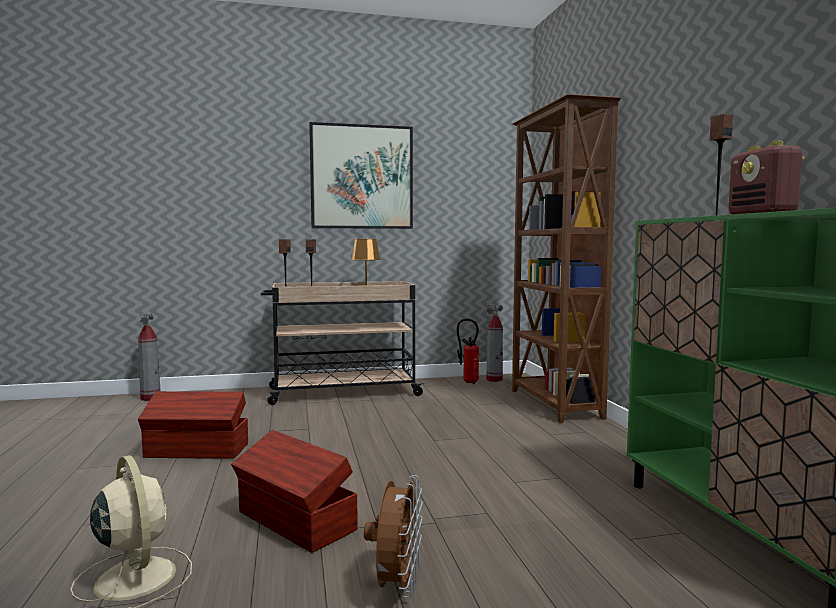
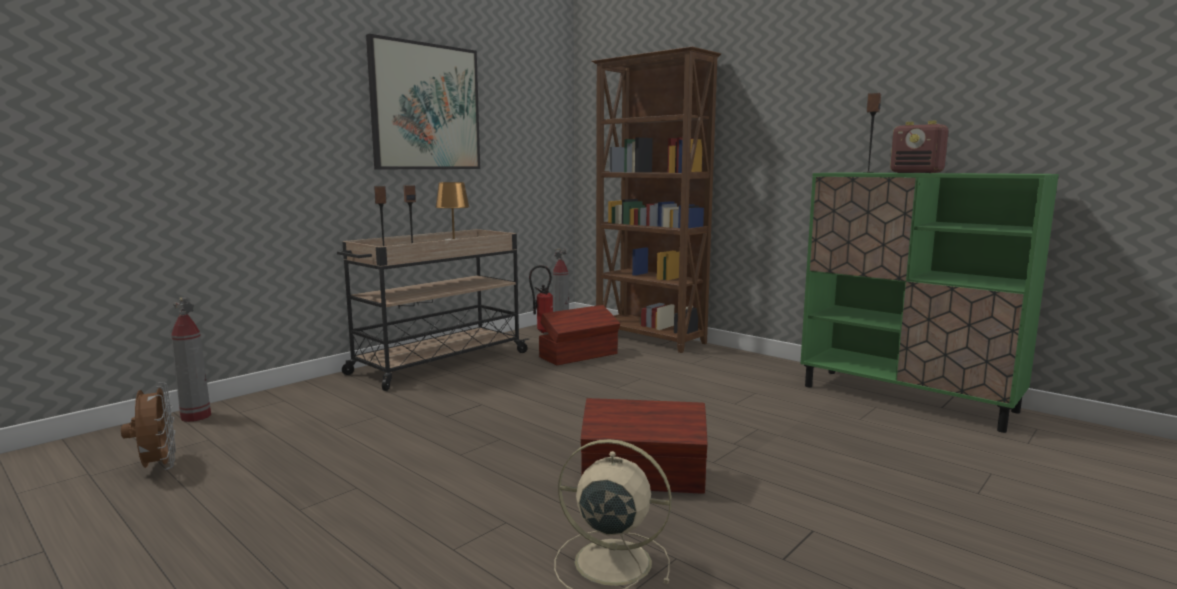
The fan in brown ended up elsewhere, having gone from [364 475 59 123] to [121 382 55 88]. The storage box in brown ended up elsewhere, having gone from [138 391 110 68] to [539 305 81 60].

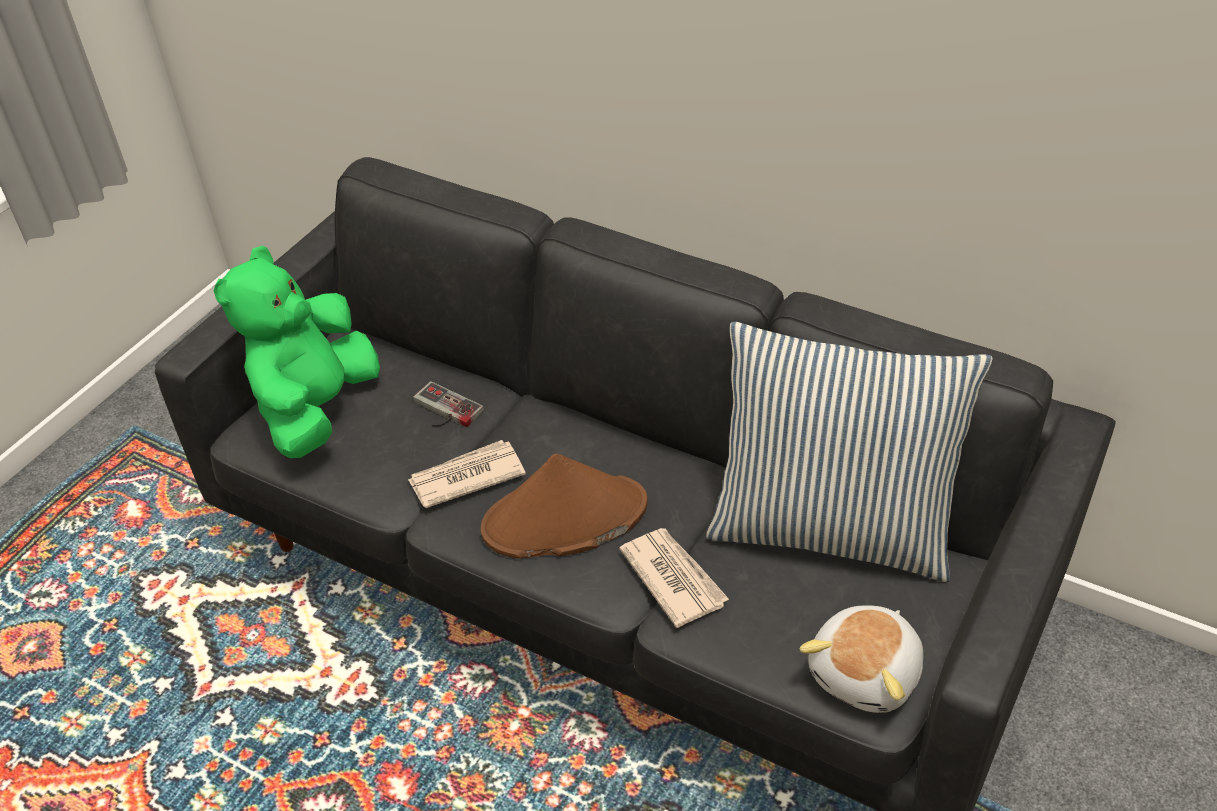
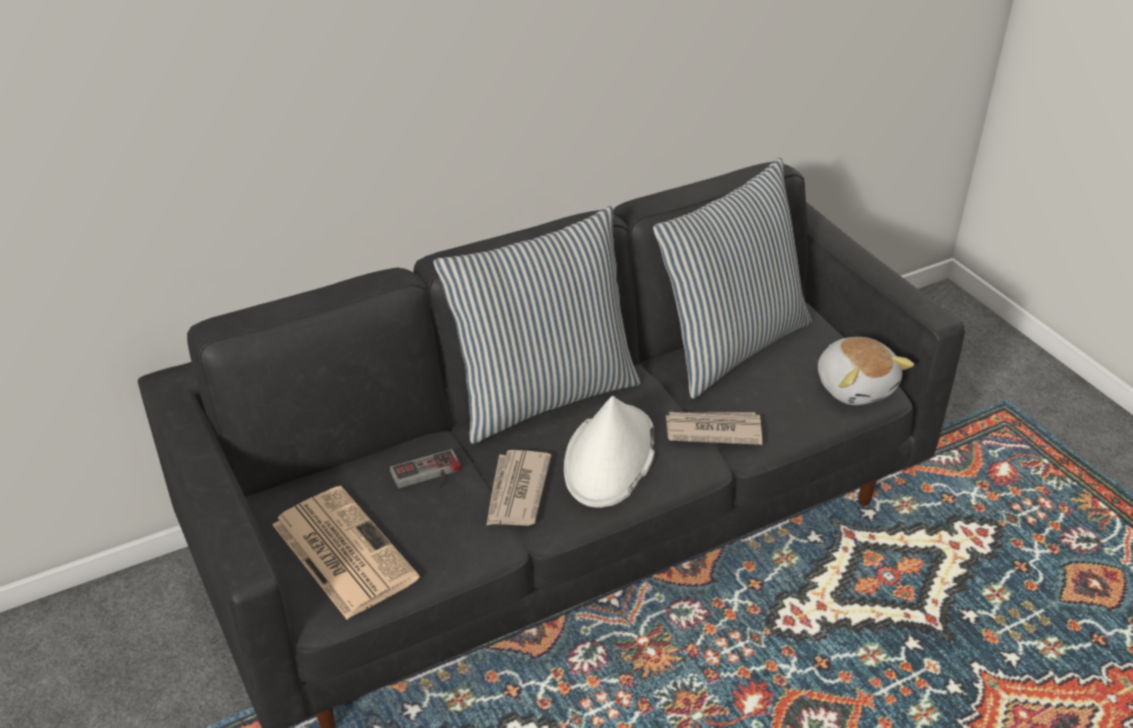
Where the plush toy in green stood at [214 246 166 212], the newspaper came to stand at [273 486 147 133]. The second view gained the pillow at [433 206 208 238]. What was the hat in brown at [481 453 167 106] turned into the hat in white at [564 396 91 111].

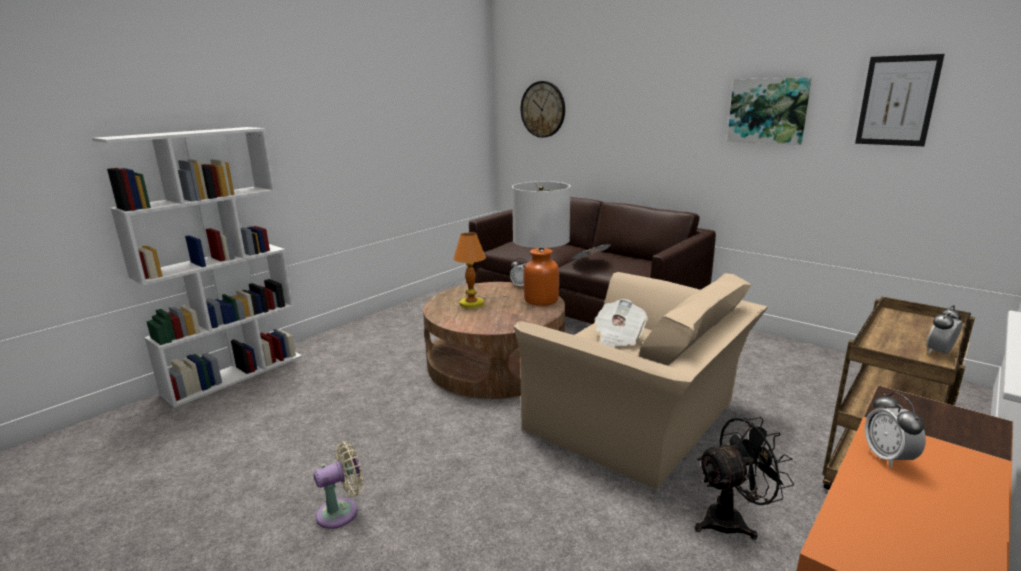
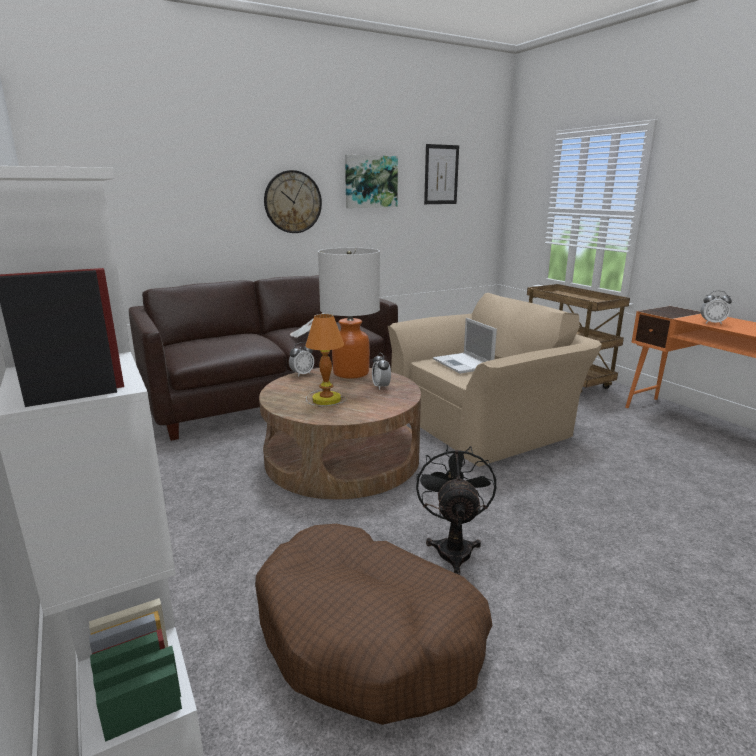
The second view gained the dog bed in brown at [255 524 237 201]. The wall clock ended up elsewhere, having gone from [521 81 44 57] to [264 170 58 63]. The alarm clock ended up elsewhere, having gone from [926 305 37 50] to [372 353 19 37]. The fan in black ended up elsewhere, having gone from [695 417 99 123] to [416 445 80 130]. Where the newspaper stood at [594 299 54 48], the laptop came to stand at [433 318 64 56]. The second view lost the fan in beige at [313 441 51 88].

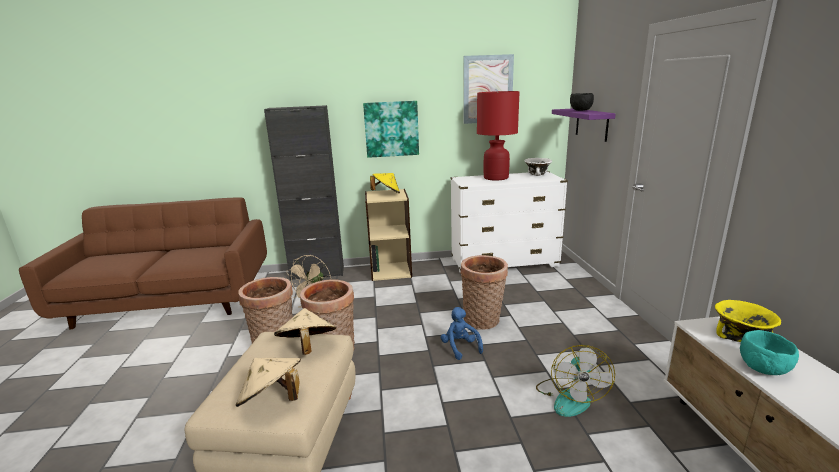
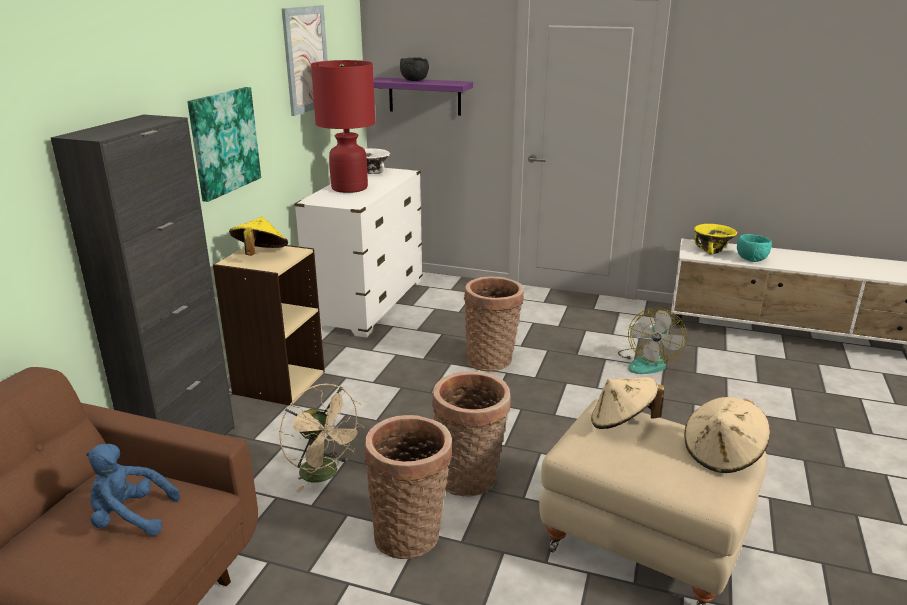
The plush toy in blue ended up elsewhere, having gone from [440 307 43 53] to [86 444 94 92]. The fan at [536 345 79 72] ended up facing another way, 75 degrees clockwise from before.

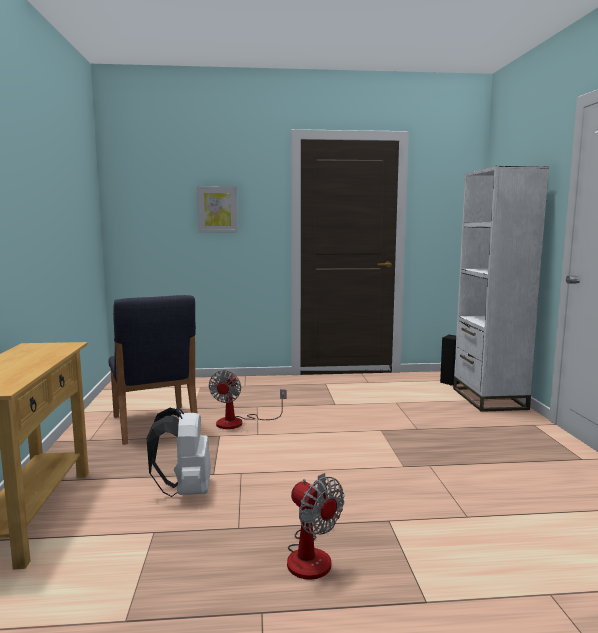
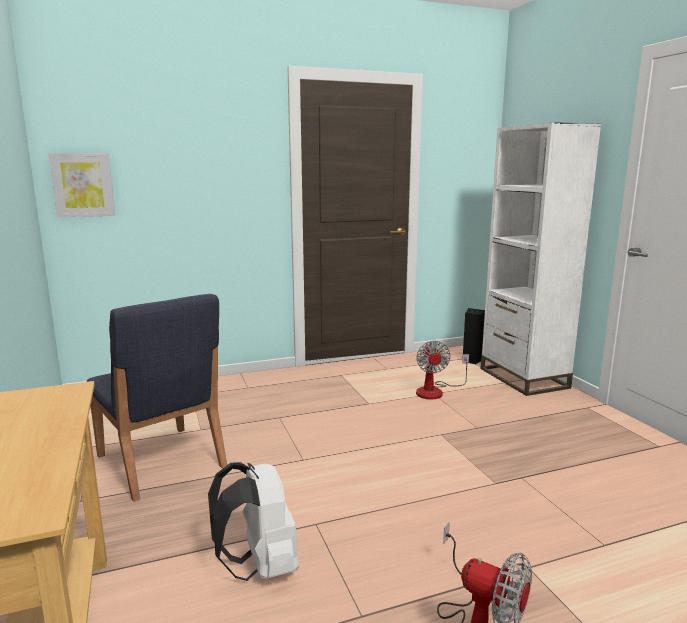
The picture ended up elsewhere, having gone from [197 186 41 46] to [49 153 66 64]. The fan ended up elsewhere, having gone from [209 370 77 59] to [416 341 53 58].

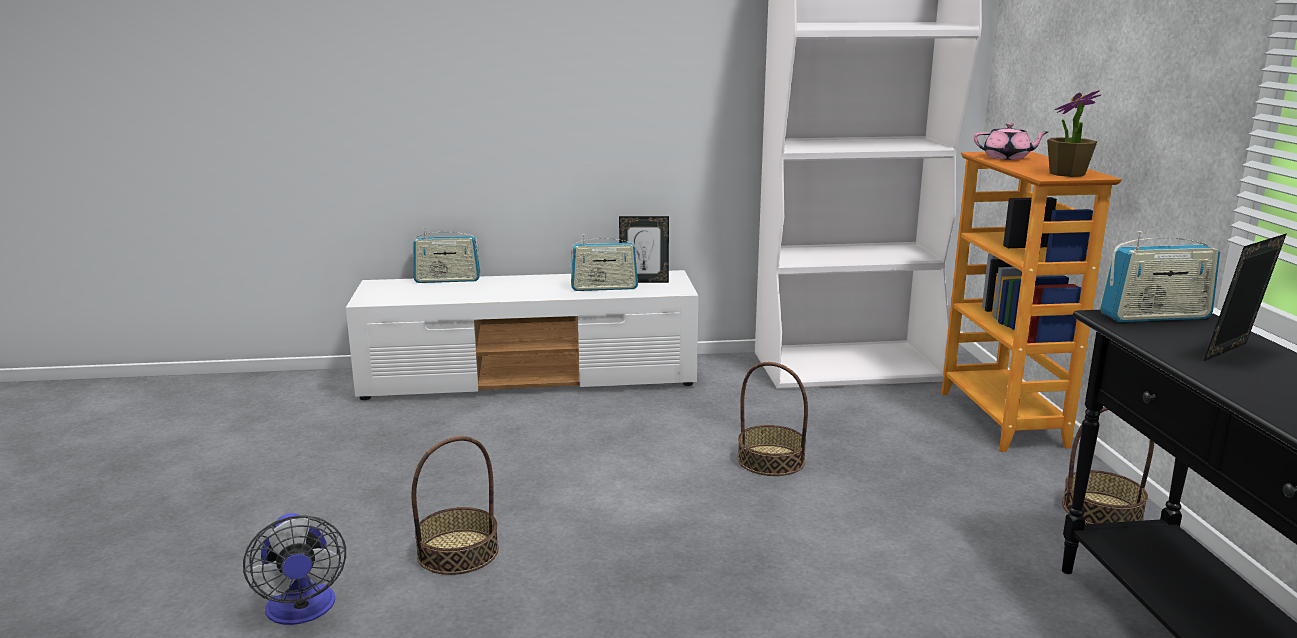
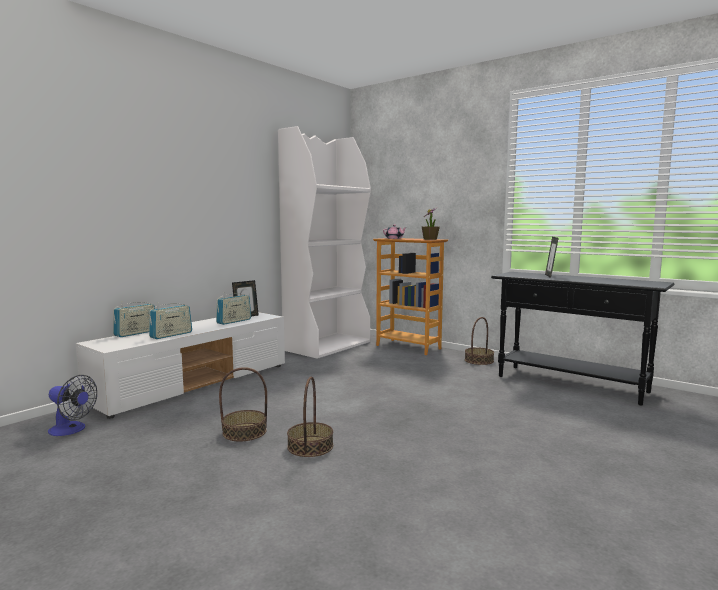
The fan ended up elsewhere, having gone from [243 513 103 112] to [48 375 49 61]. The radio ended up elsewhere, having gone from [1100 231 120 91] to [149 302 43 37]. The basket ended up elsewhere, having gone from [738 362 70 114] to [219 367 48 74].

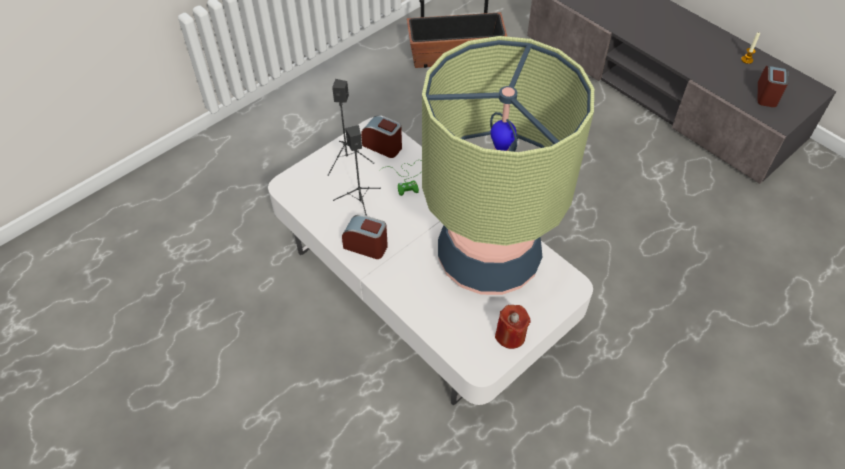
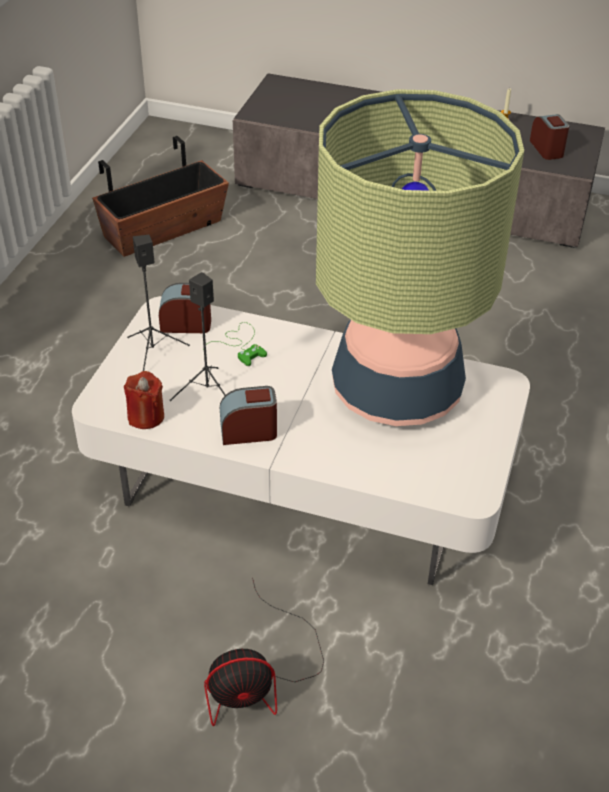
The candle in red ended up elsewhere, having gone from [495 305 35 44] to [124 371 40 58]. The second view gained the fan at [204 578 120 148].

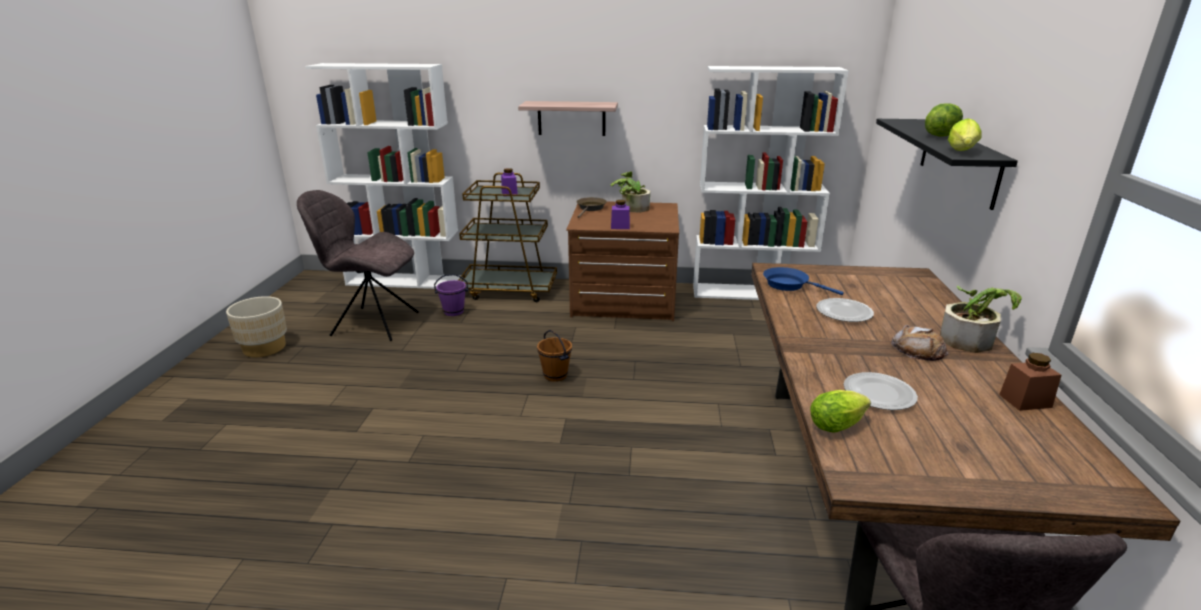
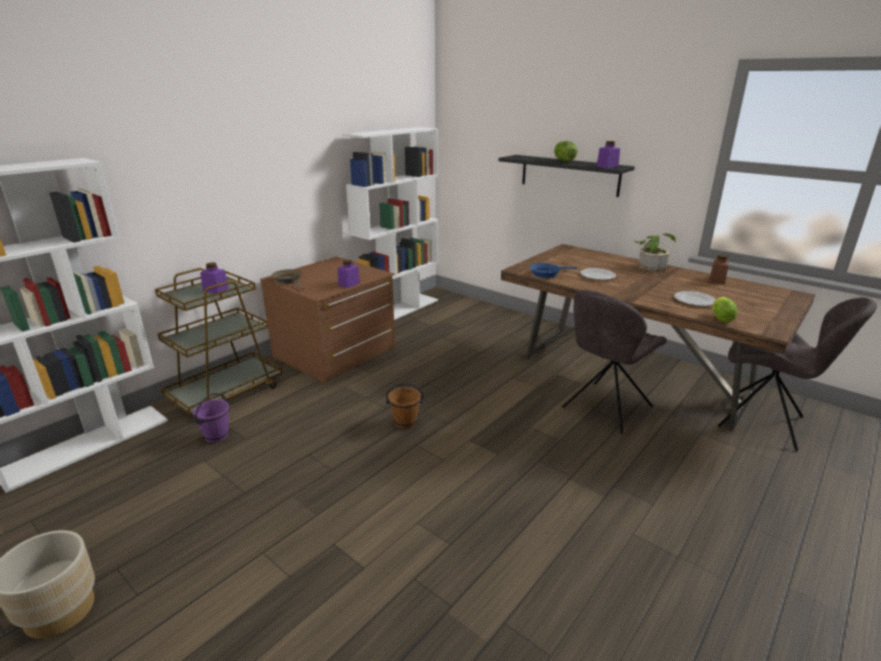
The chair in grey ended up elsewhere, having gone from [297 190 122 151] to [562 290 105 144]. Where the lettuce stood at [948 118 34 33], the jar in purple came to stand at [596 141 24 27]. The second view lost the shelf at [518 101 100 35]. The second view lost the potted plant at [611 172 39 40]. The second view lost the bread at [890 325 59 36].

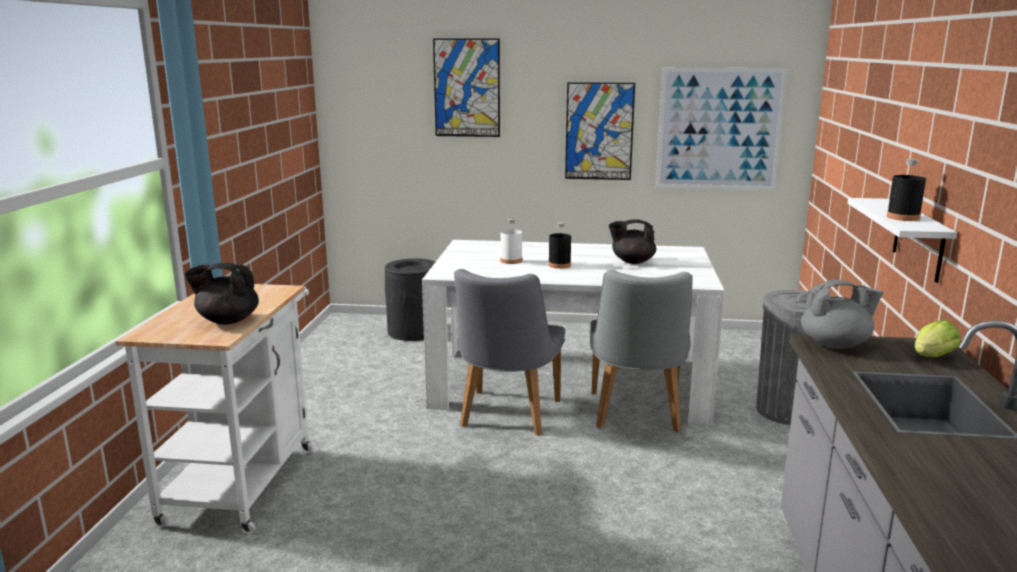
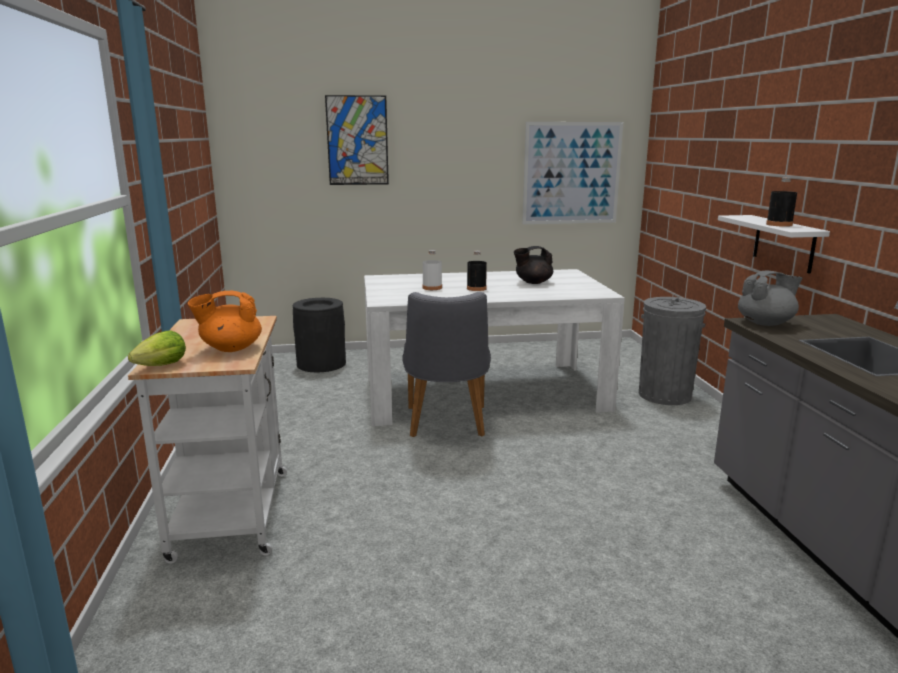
The lettuce ended up elsewhere, having gone from [915 320 46 37] to [128 330 58 36]. What was the teapot in black at [184 263 75 62] turned into the teapot in orange at [188 291 74 61]. The second view lost the picture at [565 82 70 98]. The second view lost the chair in grey at [590 270 103 162].

